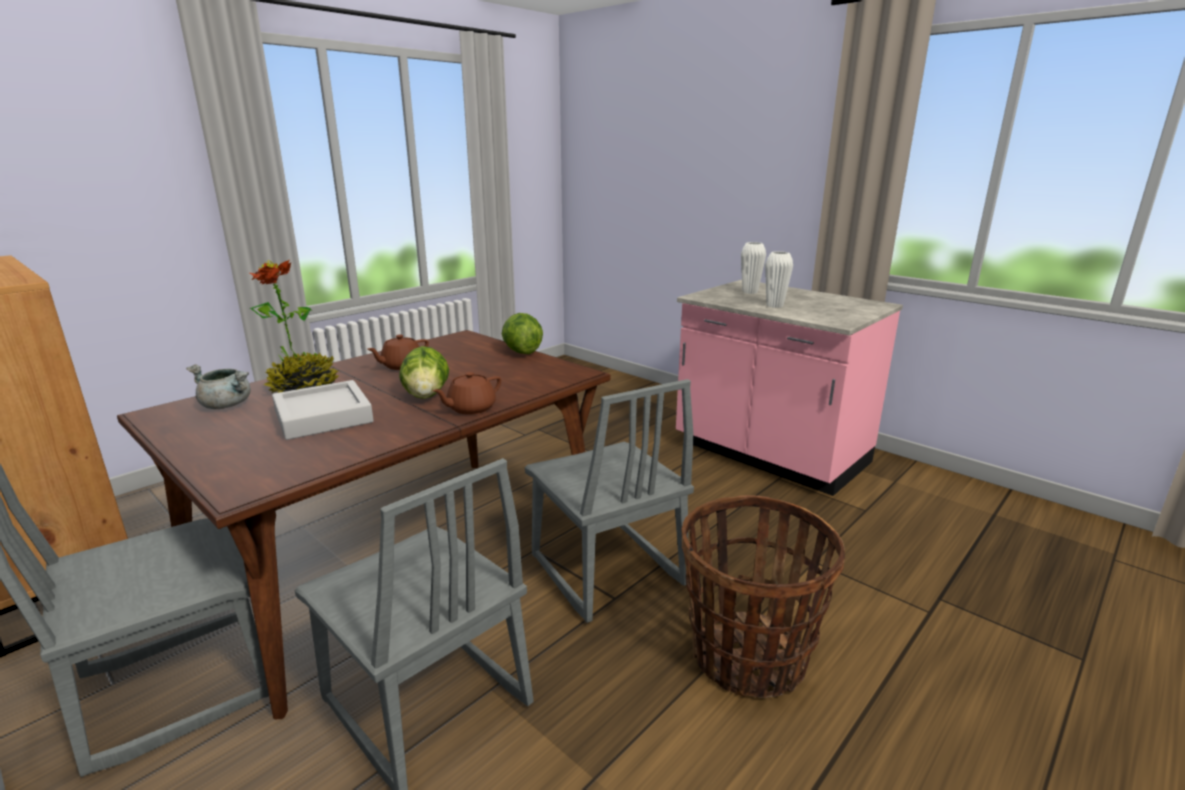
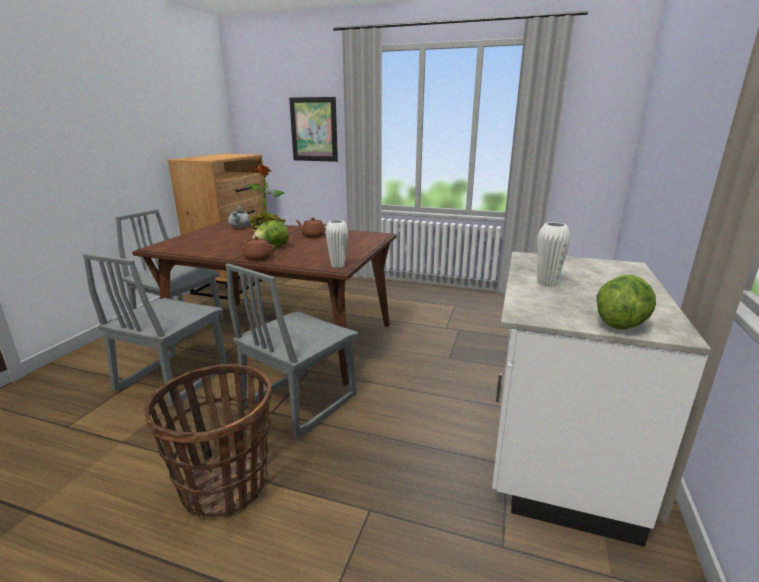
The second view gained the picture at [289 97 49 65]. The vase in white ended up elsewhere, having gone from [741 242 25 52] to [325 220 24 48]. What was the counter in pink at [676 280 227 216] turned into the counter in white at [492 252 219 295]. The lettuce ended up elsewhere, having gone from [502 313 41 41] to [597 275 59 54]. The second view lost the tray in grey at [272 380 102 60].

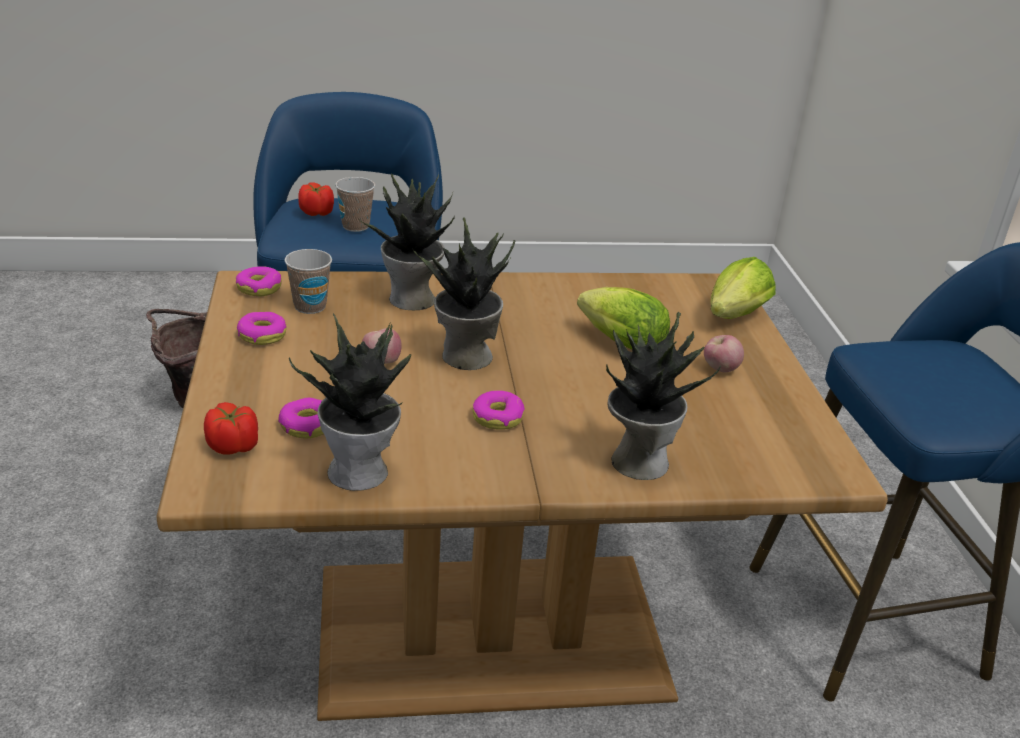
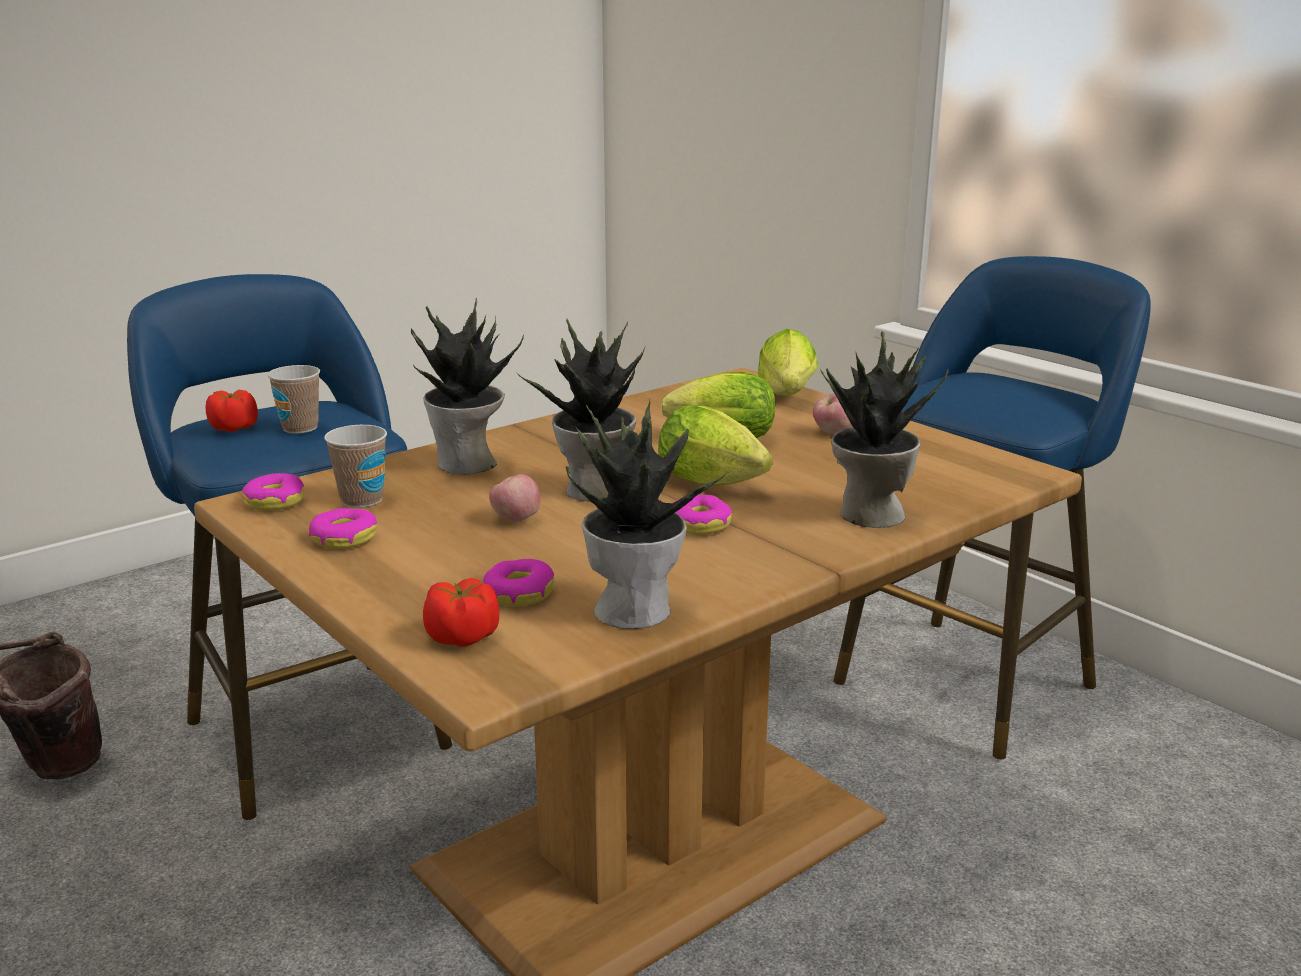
The second view gained the lettuce at [658 405 115 81].

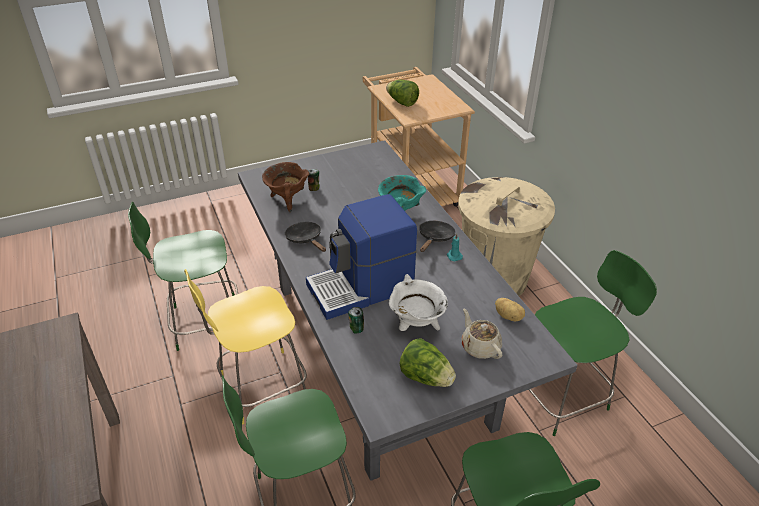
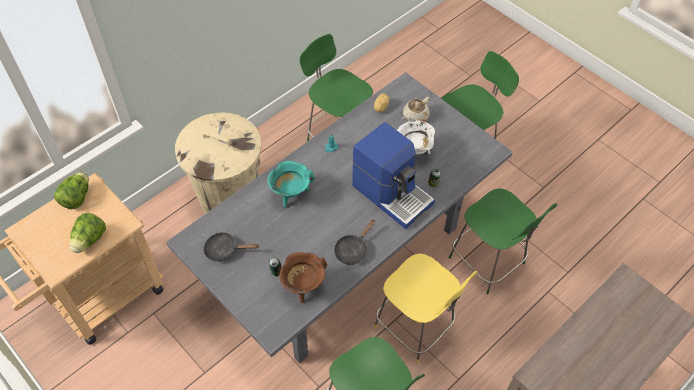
The lettuce ended up elsewhere, having gone from [400 338 56 49] to [54 172 35 37]. The frying pan in black ended up elsewhere, having gone from [419 221 36 31] to [203 232 56 29].

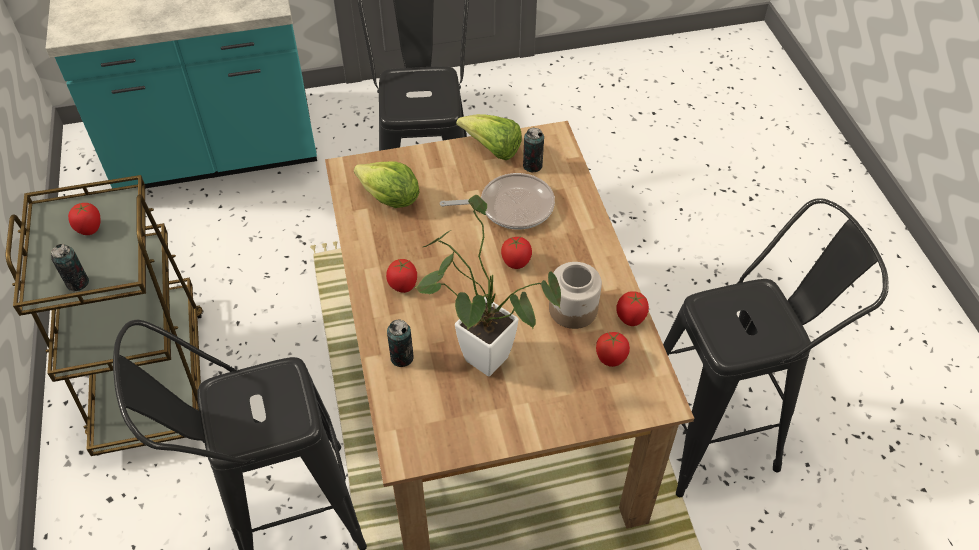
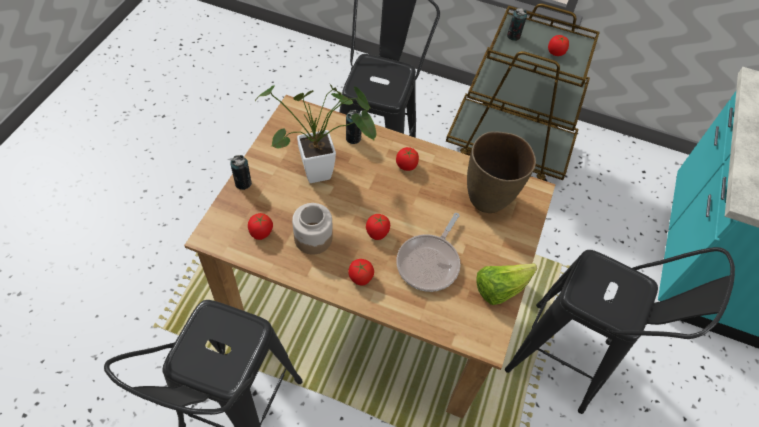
The can ended up elsewhere, having gone from [523 128 21 44] to [230 155 22 35]. The tomato ended up elsewhere, having gone from [616 291 33 35] to [348 259 26 26]. Where the lettuce stood at [354 161 66 47], the vase in brown came to stand at [467 131 69 82].

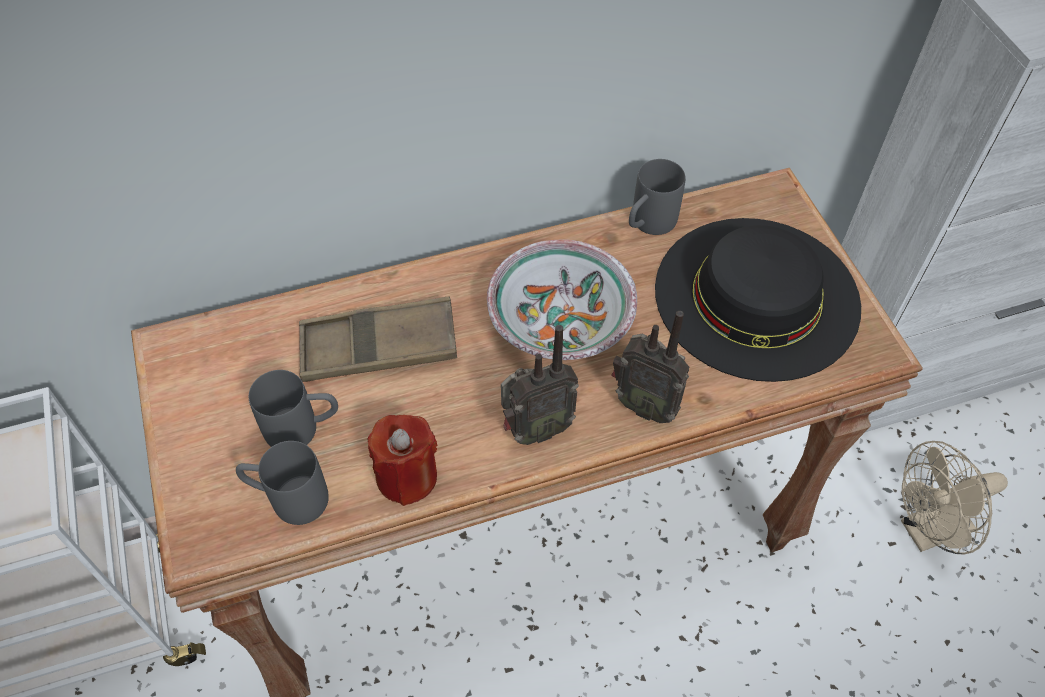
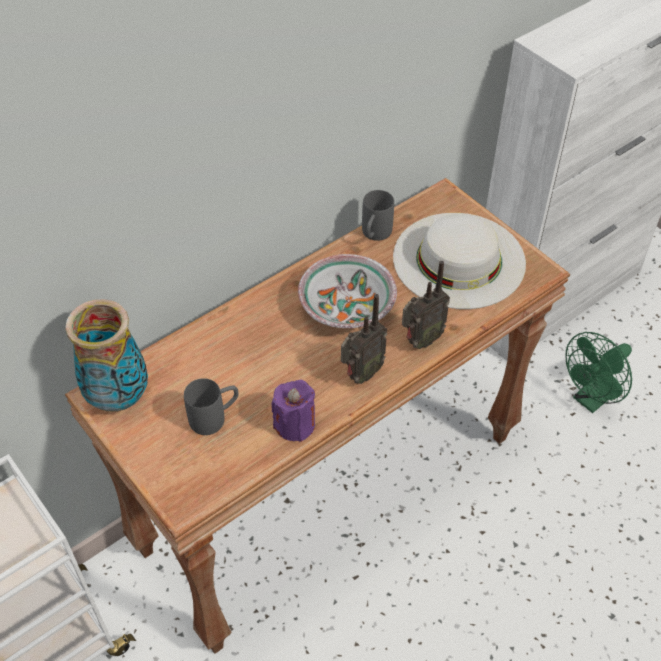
The second view gained the vase at [65 299 83 113]. What was the candle in red at [367 415 70 91] turned into the candle in purple at [272 380 43 62]. What was the hat in black at [655 218 206 164] turned into the hat in white at [393 213 133 96]. The radio at [612 311 78 112] ended up facing another way, 45 degrees counterclockwise from before. What was the fan in beige at [901 441 107 113] turned into the fan in green at [565 332 67 81]. The second view lost the mug in grey at [236 441 93 84]. The second view lost the tray in brown at [299 297 158 85].

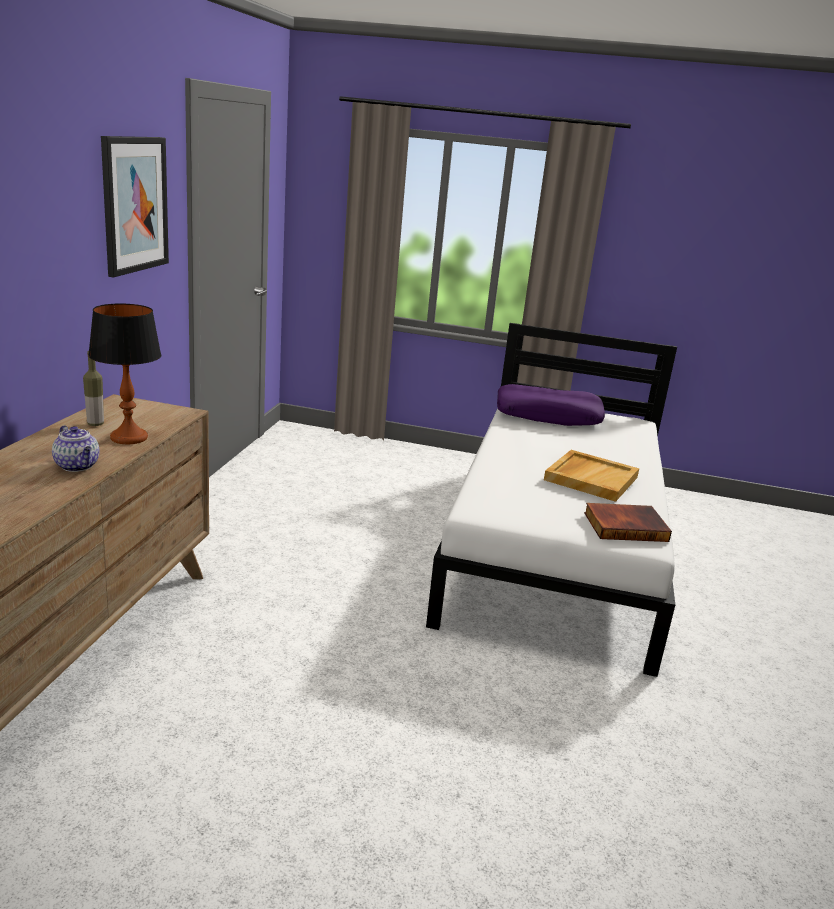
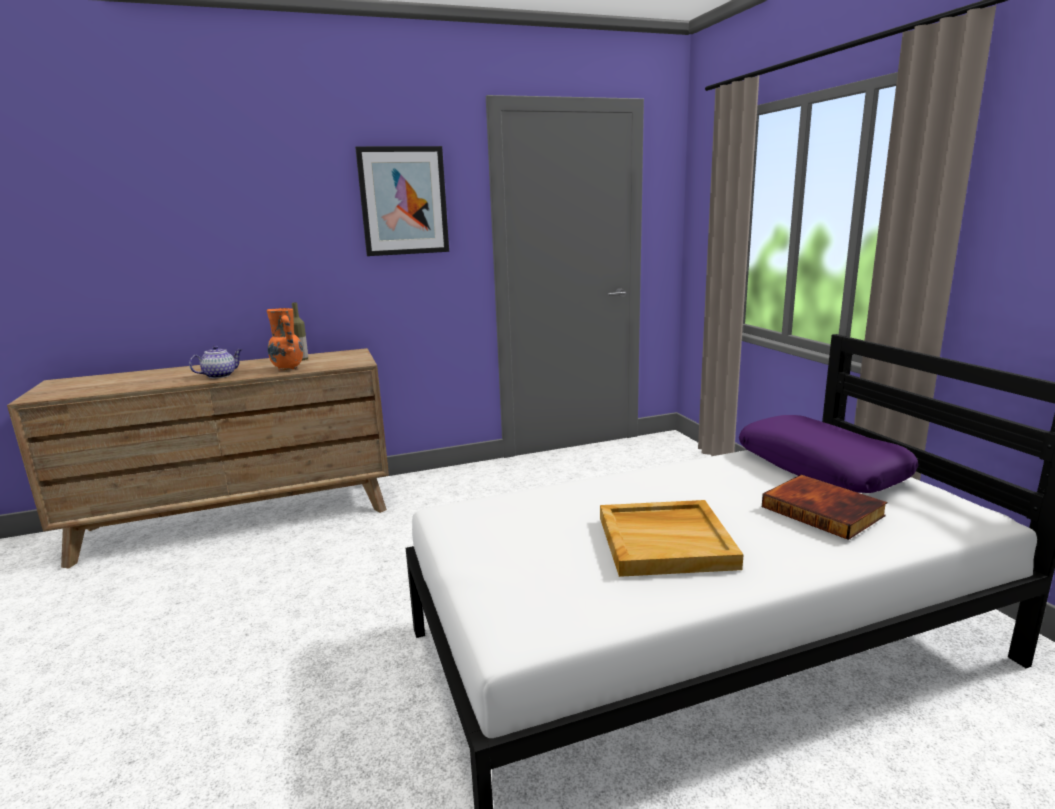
The teapot at [52 425 48 47] ended up facing another way, 150 degrees counterclockwise from before. Where the table lamp stood at [88 304 73 140], the vase in orange came to stand at [267 308 36 63]. The book ended up elsewhere, having gone from [584 503 88 39] to [762 475 125 65].

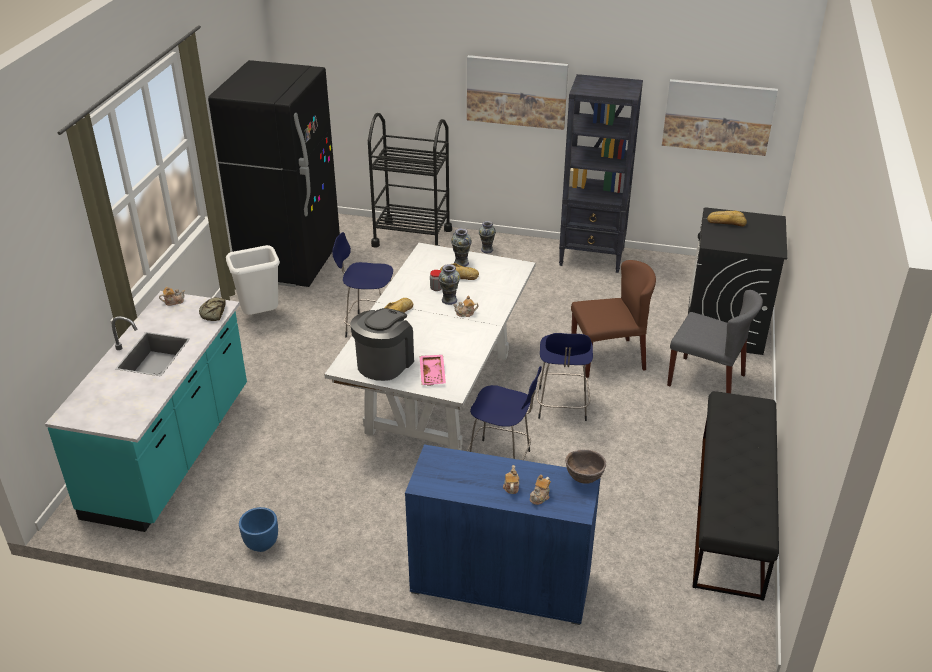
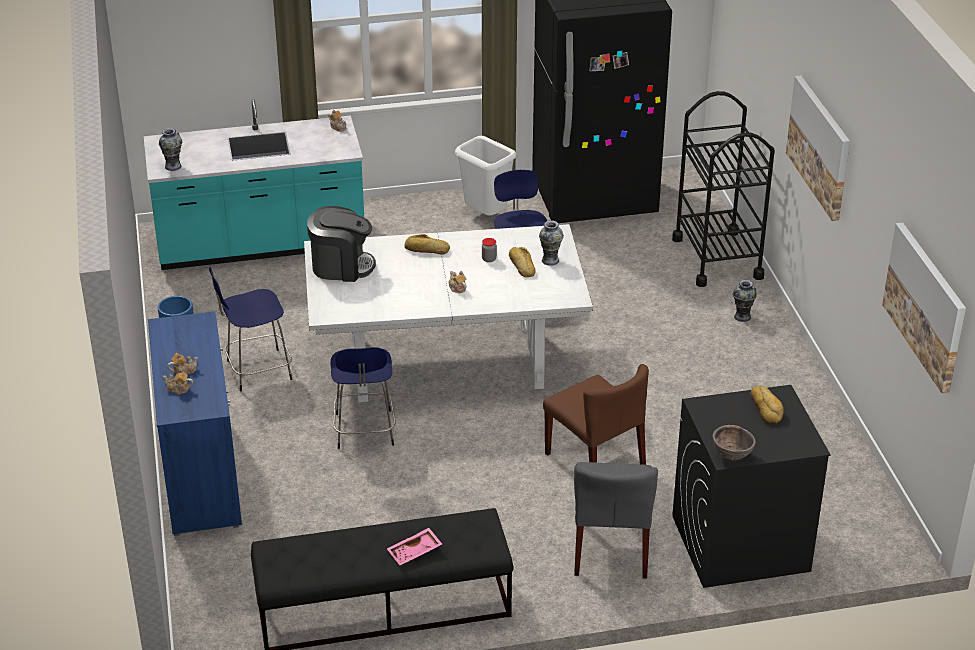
The vase ended up elsewhere, having gone from [439 264 21 41] to [159 128 23 43]. The stool in blue ended up elsewhere, having gone from [537 333 56 88] to [209 267 83 124]. The tray in pink ended up elsewhere, having gone from [419 355 27 31] to [387 528 55 37]. The bowl in brown ended up elsewhere, having gone from [565 450 41 34] to [713 425 42 36]. The second view lost the bread at [199 297 27 24]. The second view lost the bookcase in black at [559 74 84 199].

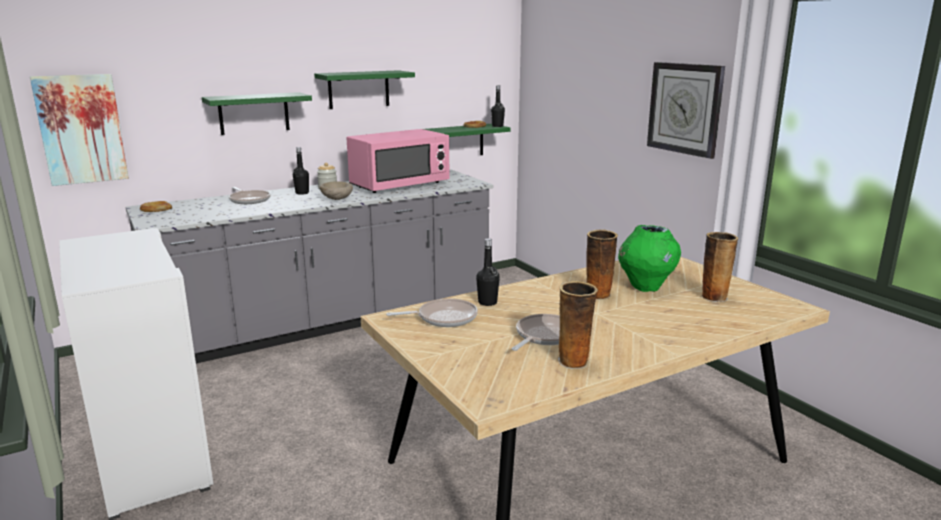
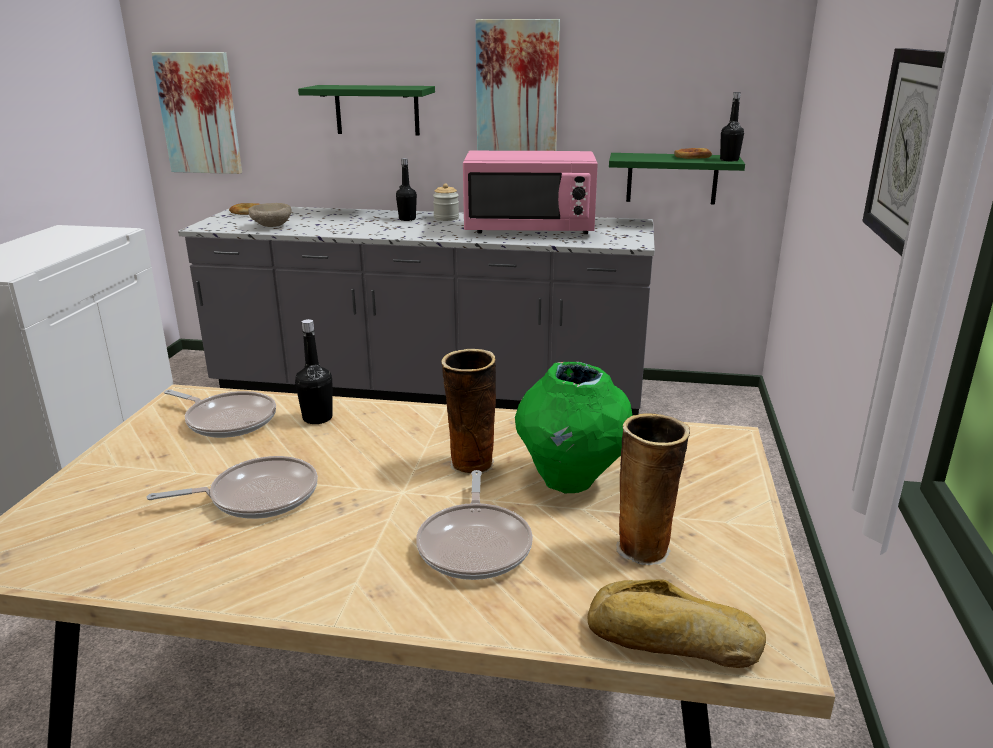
The bowl in beige ended up elsewhere, having gone from [320 181 33 19] to [248 203 44 24]. The frying pan ended up elsewhere, having gone from [229 187 42 17] to [416 470 117 110]. Where the shelf in green hung at [314 70 101 39], the picture came to hang at [475 19 85 132]. The second view gained the bread at [588 579 178 89]. The second view lost the vase at [558 281 40 88].

